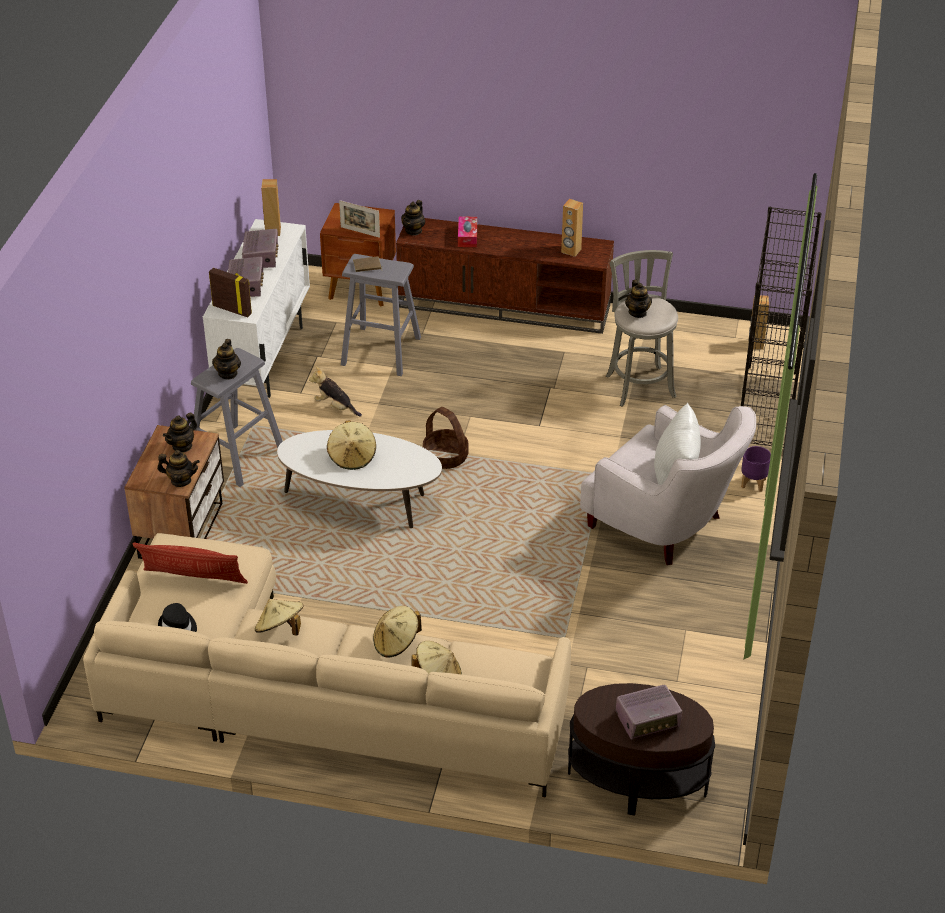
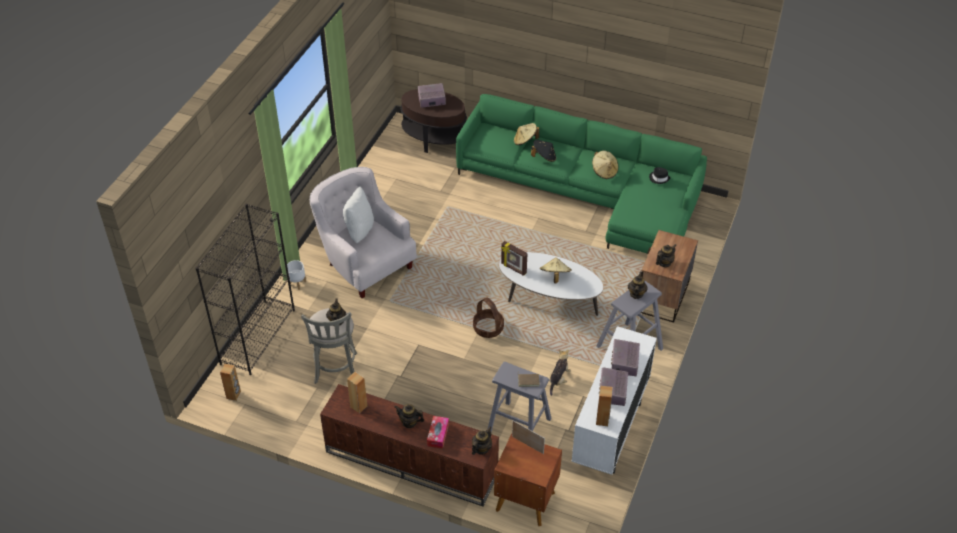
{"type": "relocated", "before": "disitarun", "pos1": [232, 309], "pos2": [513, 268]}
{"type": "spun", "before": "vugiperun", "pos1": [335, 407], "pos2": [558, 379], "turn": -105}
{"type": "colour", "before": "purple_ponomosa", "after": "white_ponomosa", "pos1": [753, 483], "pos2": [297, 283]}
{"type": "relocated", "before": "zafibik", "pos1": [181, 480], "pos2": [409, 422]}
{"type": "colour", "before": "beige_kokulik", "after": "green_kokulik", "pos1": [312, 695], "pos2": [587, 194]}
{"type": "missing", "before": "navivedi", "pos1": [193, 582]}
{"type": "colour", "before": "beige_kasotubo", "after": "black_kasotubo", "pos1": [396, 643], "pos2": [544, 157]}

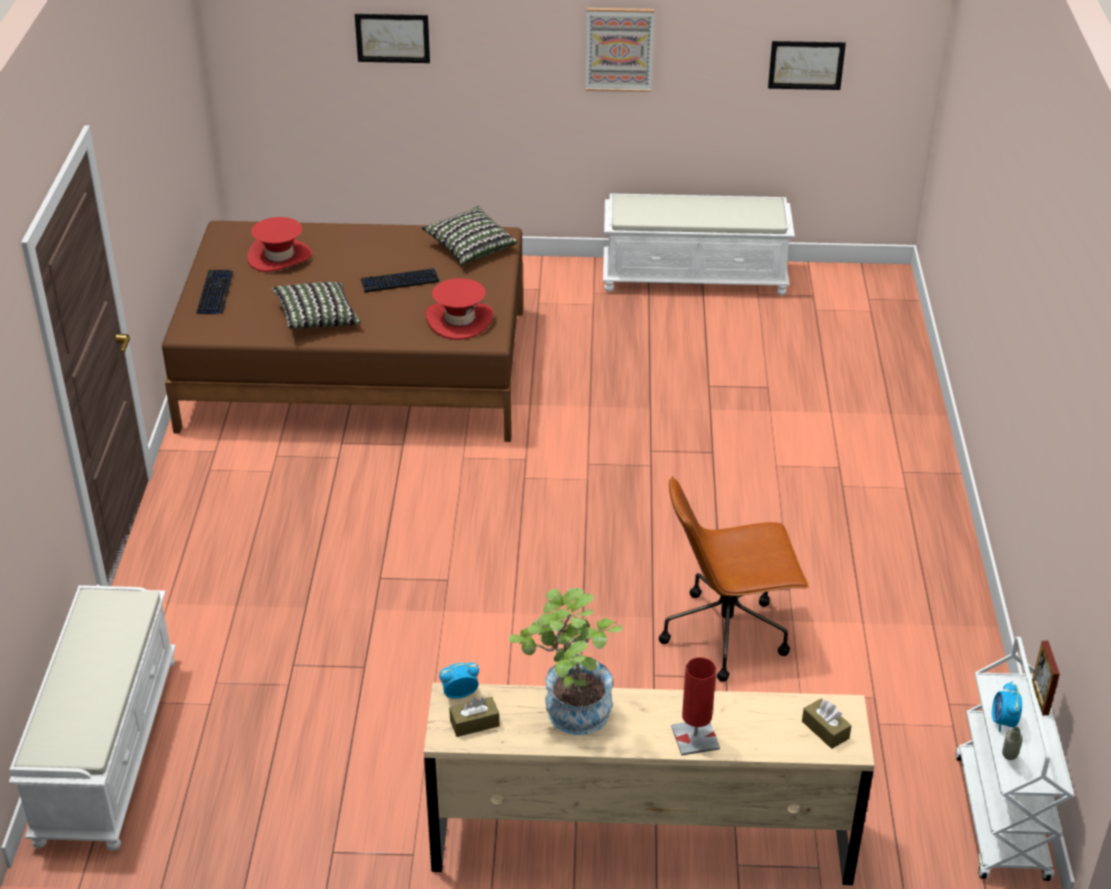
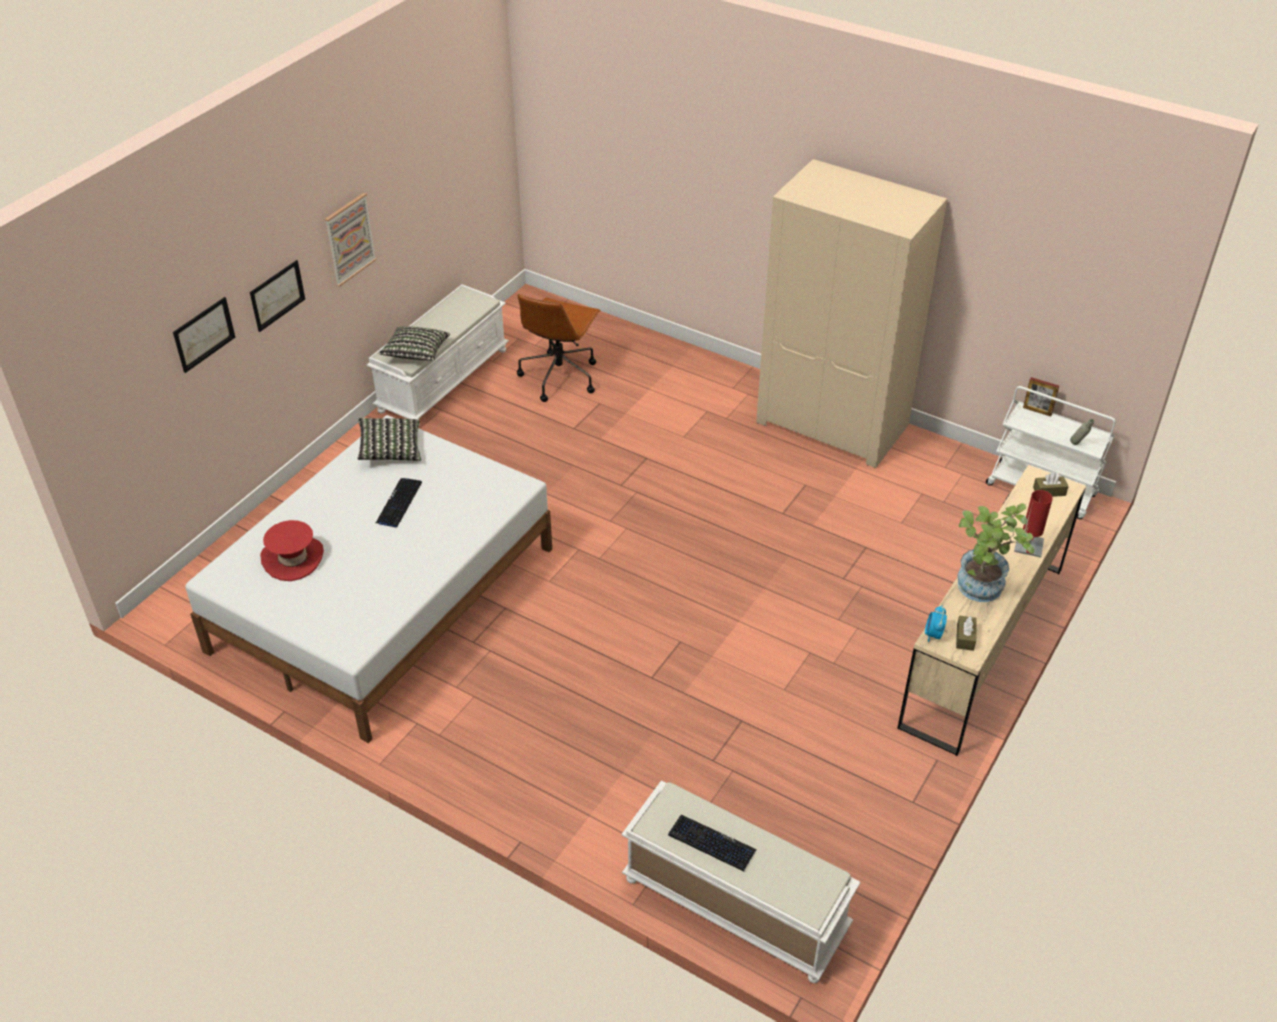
{"type": "relocated", "before": "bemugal", "pos1": [806, 65], "pos2": [277, 295]}
{"type": "colour", "before": "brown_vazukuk", "after": "white_vazukuk", "pos1": [357, 368], "pos2": [383, 598]}
{"type": "relocated", "before": "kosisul", "pos1": [215, 293], "pos2": [711, 843]}
{"type": "missing", "before": "red_kasotubo", "pos1": [459, 320]}
{"type": "relocated", "before": "navivedi", "pos1": [317, 318], "pos2": [416, 354]}
{"type": "relocated", "before": "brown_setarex", "pos1": [727, 633], "pos2": [559, 376]}
{"type": "missing", "before": "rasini", "pos1": [1003, 722]}
{"type": "appeared", "after": "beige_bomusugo", "pos2": [834, 424]}

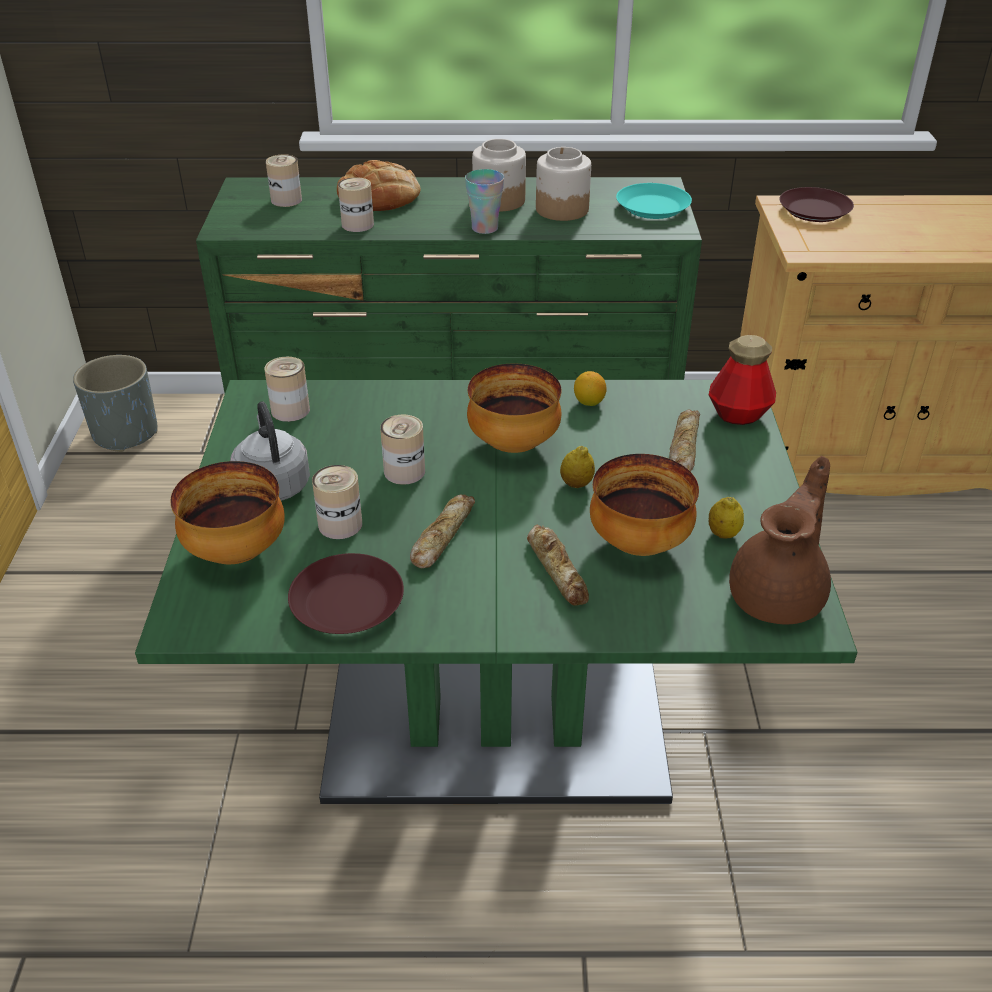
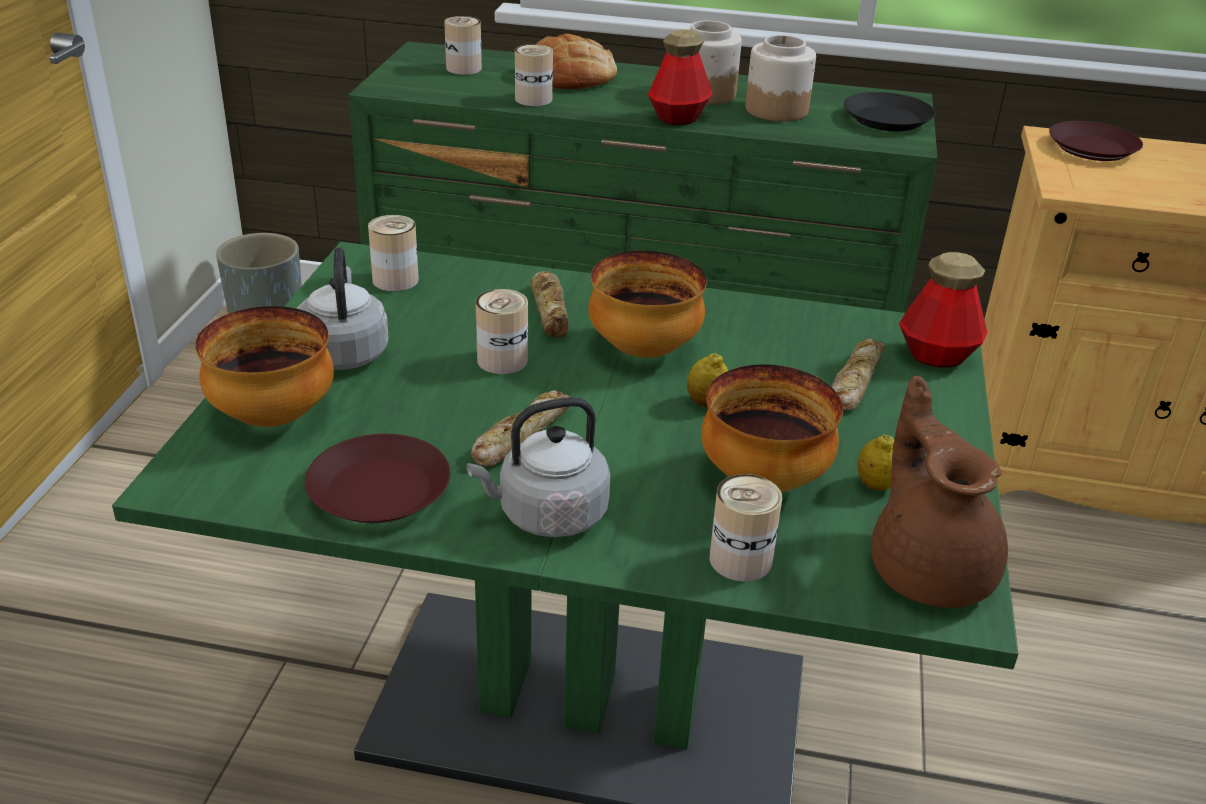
{"type": "exchanged", "before": "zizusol", "after": "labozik", "pos1": [484, 228], "pos2": [678, 118]}
{"type": "colour", "before": "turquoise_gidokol", "after": "black_gidokol", "pos1": [653, 208], "pos2": [887, 120]}
{"type": "missing", "before": "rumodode", "pos1": [589, 402]}
{"type": "spun", "before": "brown_zafibik", "pos1": [779, 595], "pos2": [929, 568], "turn": -60}
{"type": "relocated", "before": "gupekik", "pos1": [340, 524], "pos2": [740, 560]}
{"type": "relocated", "before": "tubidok", "pos1": [558, 570], "pos2": [551, 311]}
{"type": "appeared", "after": "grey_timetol", "pos2": [547, 515]}

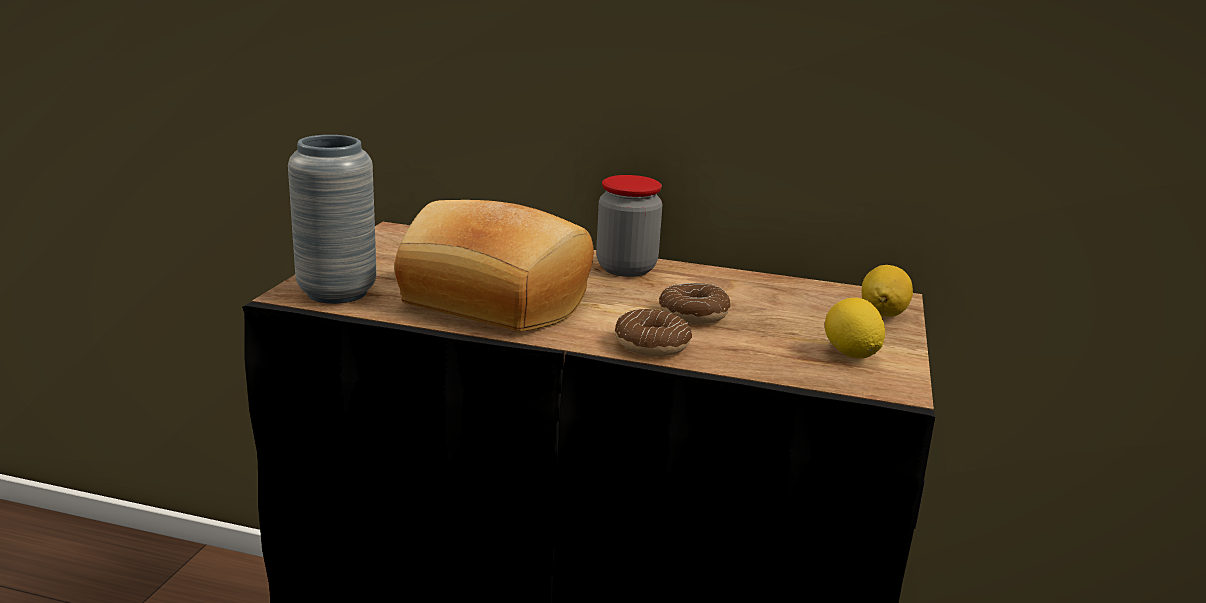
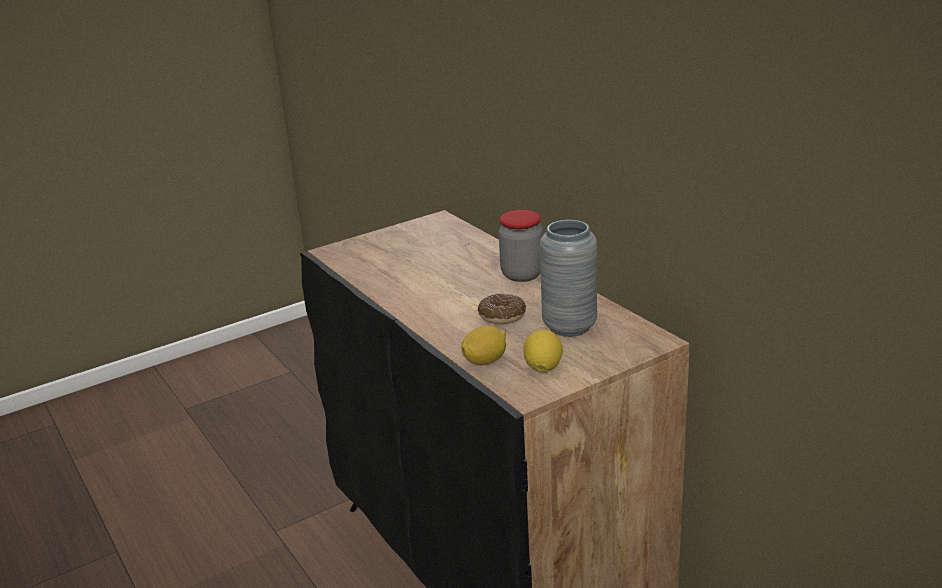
{"type": "relocated", "before": "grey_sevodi", "pos1": [337, 293], "pos2": [569, 326]}
{"type": "missing", "before": "tubidok", "pos1": [494, 302]}
{"type": "relocated", "before": "rumodode", "pos1": [883, 313], "pos2": [485, 361]}
{"type": "missing", "before": "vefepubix", "pos1": [652, 345]}

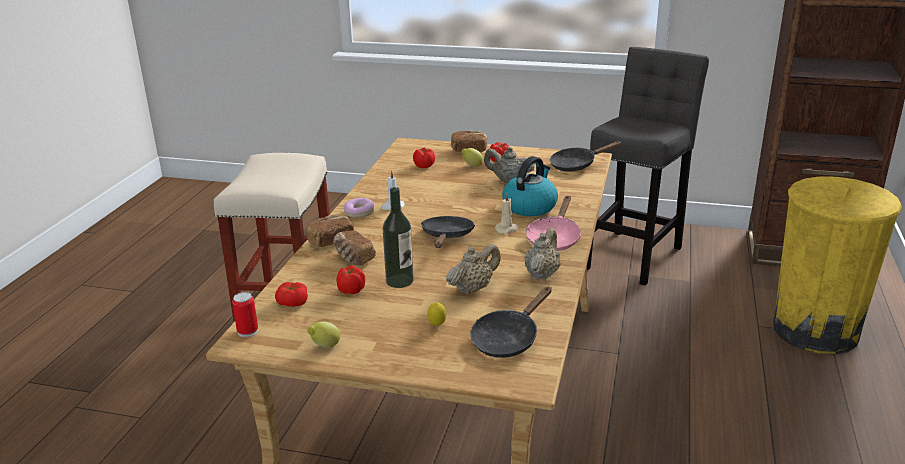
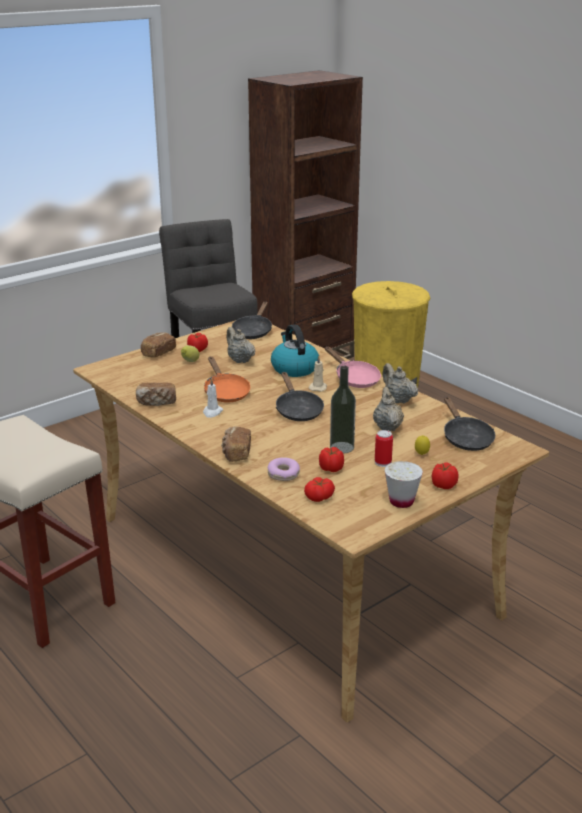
{"type": "spun", "before": "beige_zafibik", "pos1": [508, 181], "pos2": [239, 360], "turn": 90}
{"type": "relocated", "before": "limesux", "pos1": [424, 166], "pos2": [443, 485]}
{"type": "relocated", "before": "vefepubix", "pos1": [359, 212], "pos2": [283, 474]}
{"type": "spun", "before": "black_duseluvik", "pos1": [447, 237], "pos2": [297, 410], "turn": -150}
{"type": "relocated", "before": "tubidok", "pos1": [353, 258], "pos2": [156, 403]}
{"type": "relocated", "before": "gupekik", "pos1": [247, 331], "pos2": [383, 462]}
{"type": "exchanged", "before": "rumodode", "after": "white_zizusol", "pos1": [325, 346], "pos2": [401, 501]}
{"type": "appeared", "after": "orange_duseluvik", "pos2": [225, 392]}

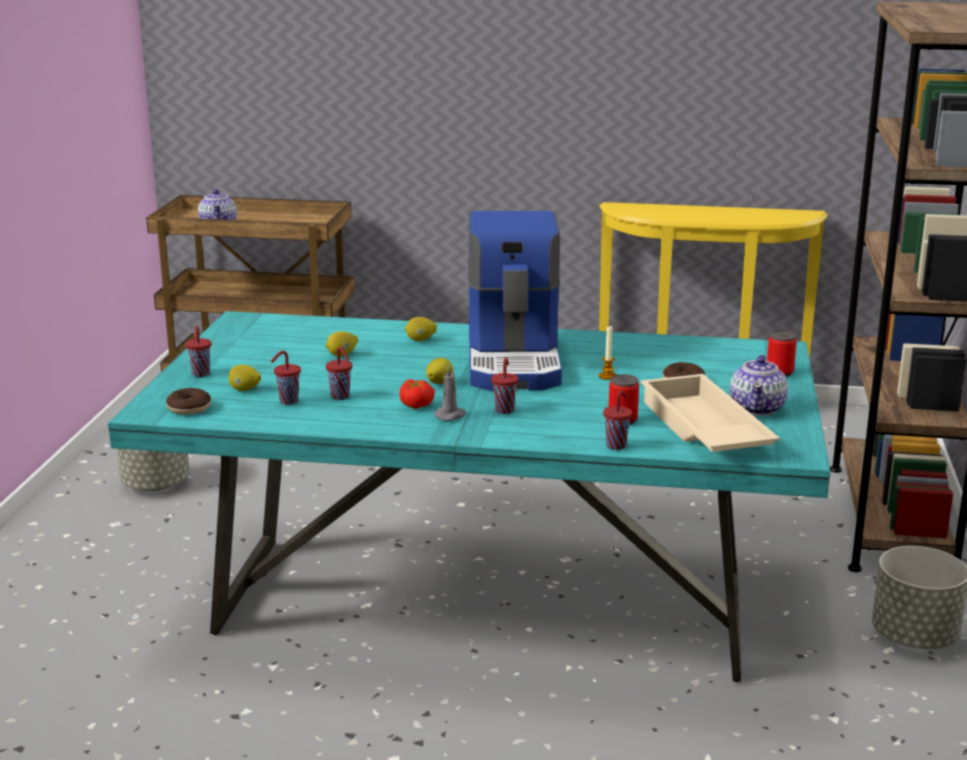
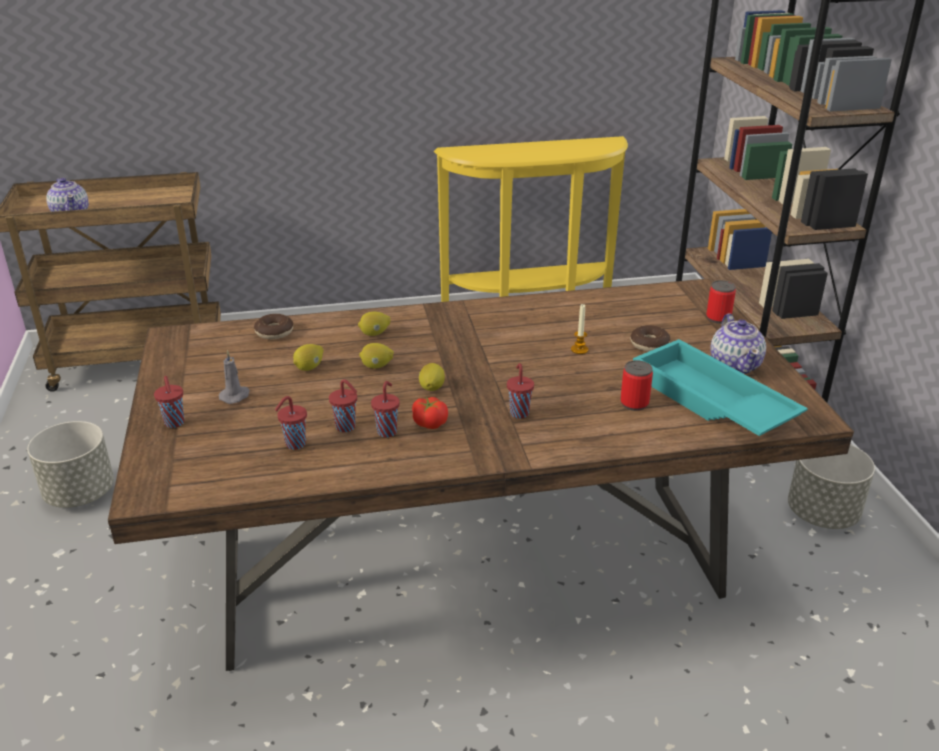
{"type": "missing", "before": "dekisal", "pos1": [515, 361]}
{"type": "colour", "before": "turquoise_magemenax", "after": "brown_magemenax", "pos1": [485, 607], "pos2": [471, 569]}
{"type": "relocated", "before": "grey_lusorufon", "pos1": [451, 416], "pos2": [235, 396]}
{"type": "relocated", "before": "rumodode", "pos1": [244, 390], "pos2": [376, 366]}
{"type": "colour", "before": "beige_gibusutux", "after": "turquoise_gibusutux", "pos1": [701, 429], "pos2": [710, 401]}
{"type": "relocated", "before": "vefepubix", "pos1": [189, 408], "pos2": [274, 332]}
{"type": "relocated", "before": "red_zizusol", "pos1": [617, 445], "pos2": [387, 431]}

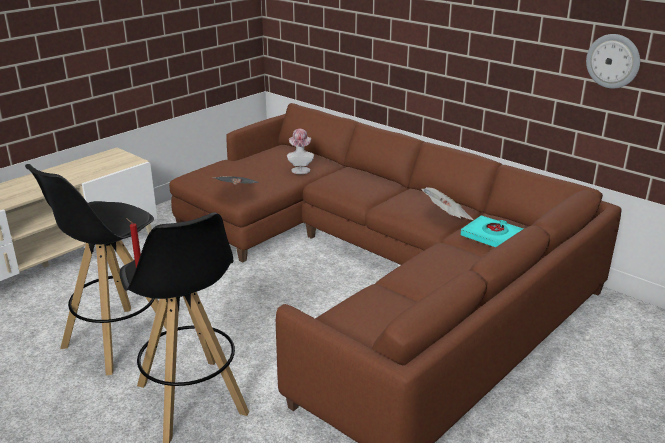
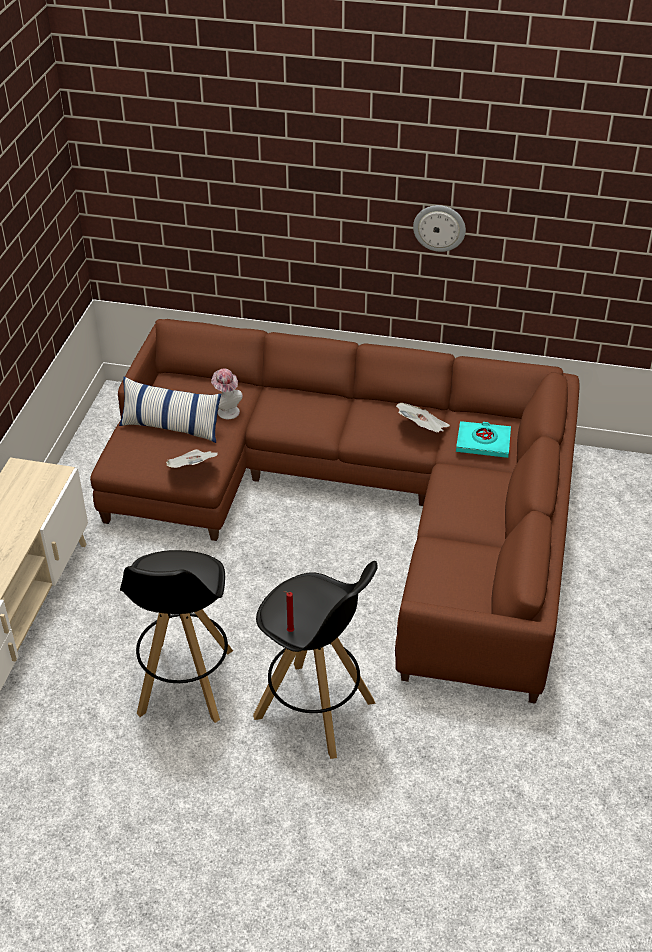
{"type": "relocated", "before": "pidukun", "pos1": [613, 61], "pos2": [439, 227]}
{"type": "appeared", "after": "navivedi", "pos2": [171, 427]}

